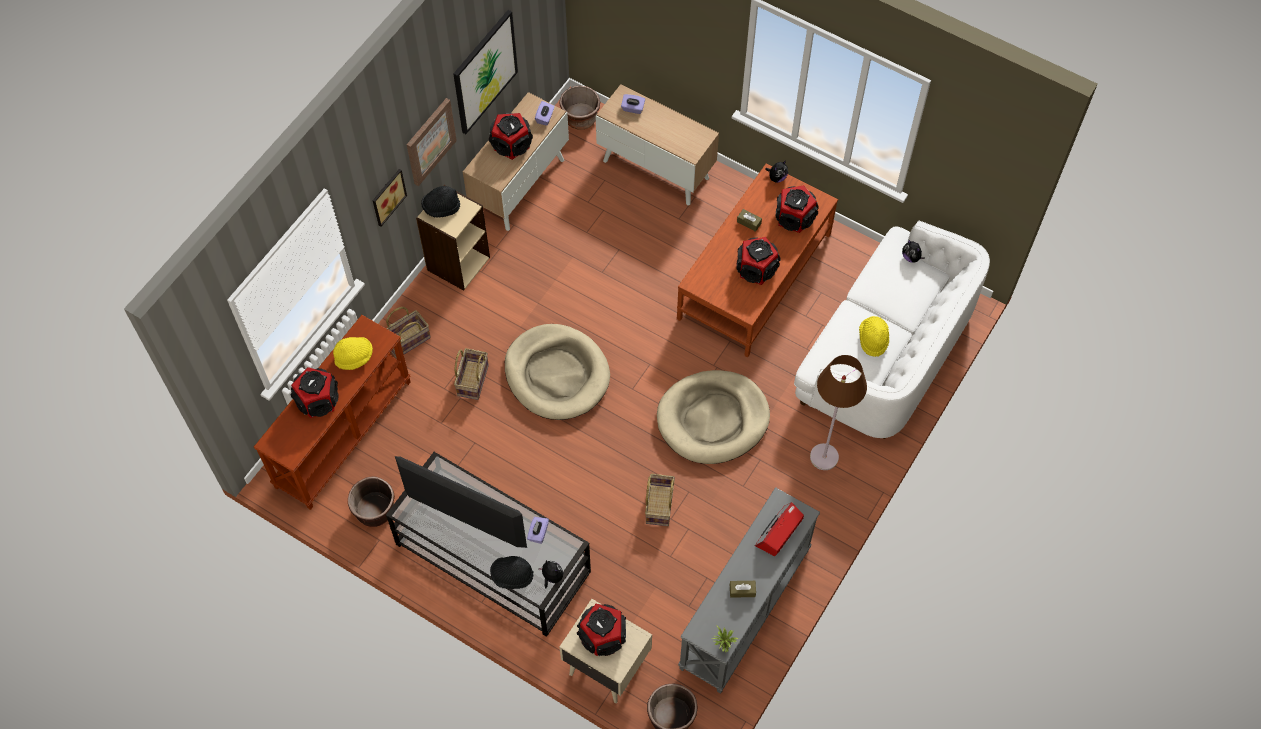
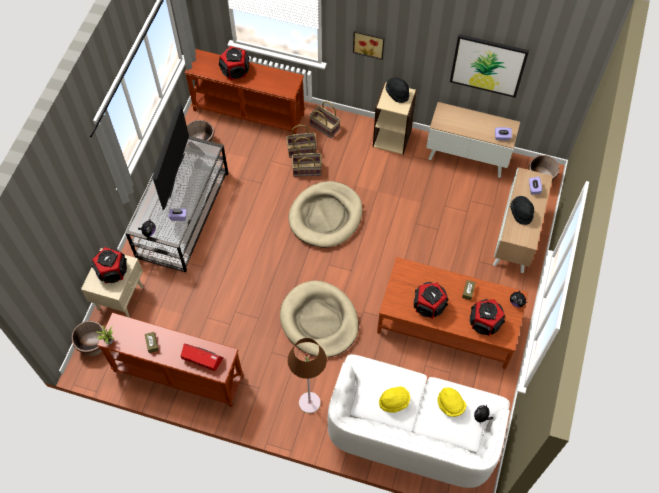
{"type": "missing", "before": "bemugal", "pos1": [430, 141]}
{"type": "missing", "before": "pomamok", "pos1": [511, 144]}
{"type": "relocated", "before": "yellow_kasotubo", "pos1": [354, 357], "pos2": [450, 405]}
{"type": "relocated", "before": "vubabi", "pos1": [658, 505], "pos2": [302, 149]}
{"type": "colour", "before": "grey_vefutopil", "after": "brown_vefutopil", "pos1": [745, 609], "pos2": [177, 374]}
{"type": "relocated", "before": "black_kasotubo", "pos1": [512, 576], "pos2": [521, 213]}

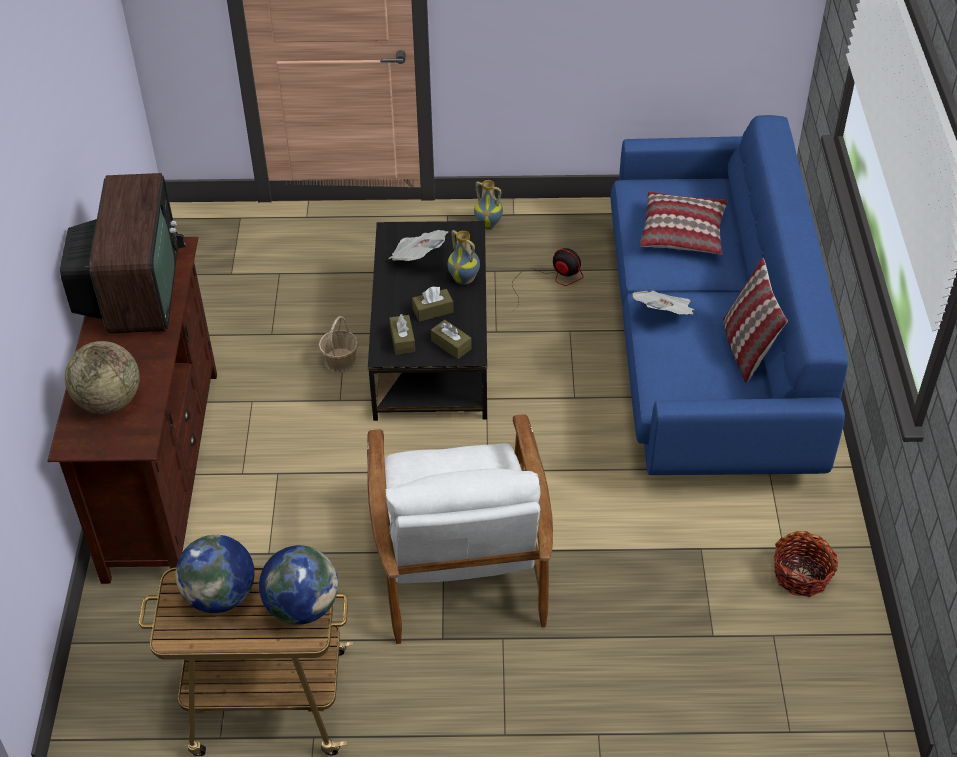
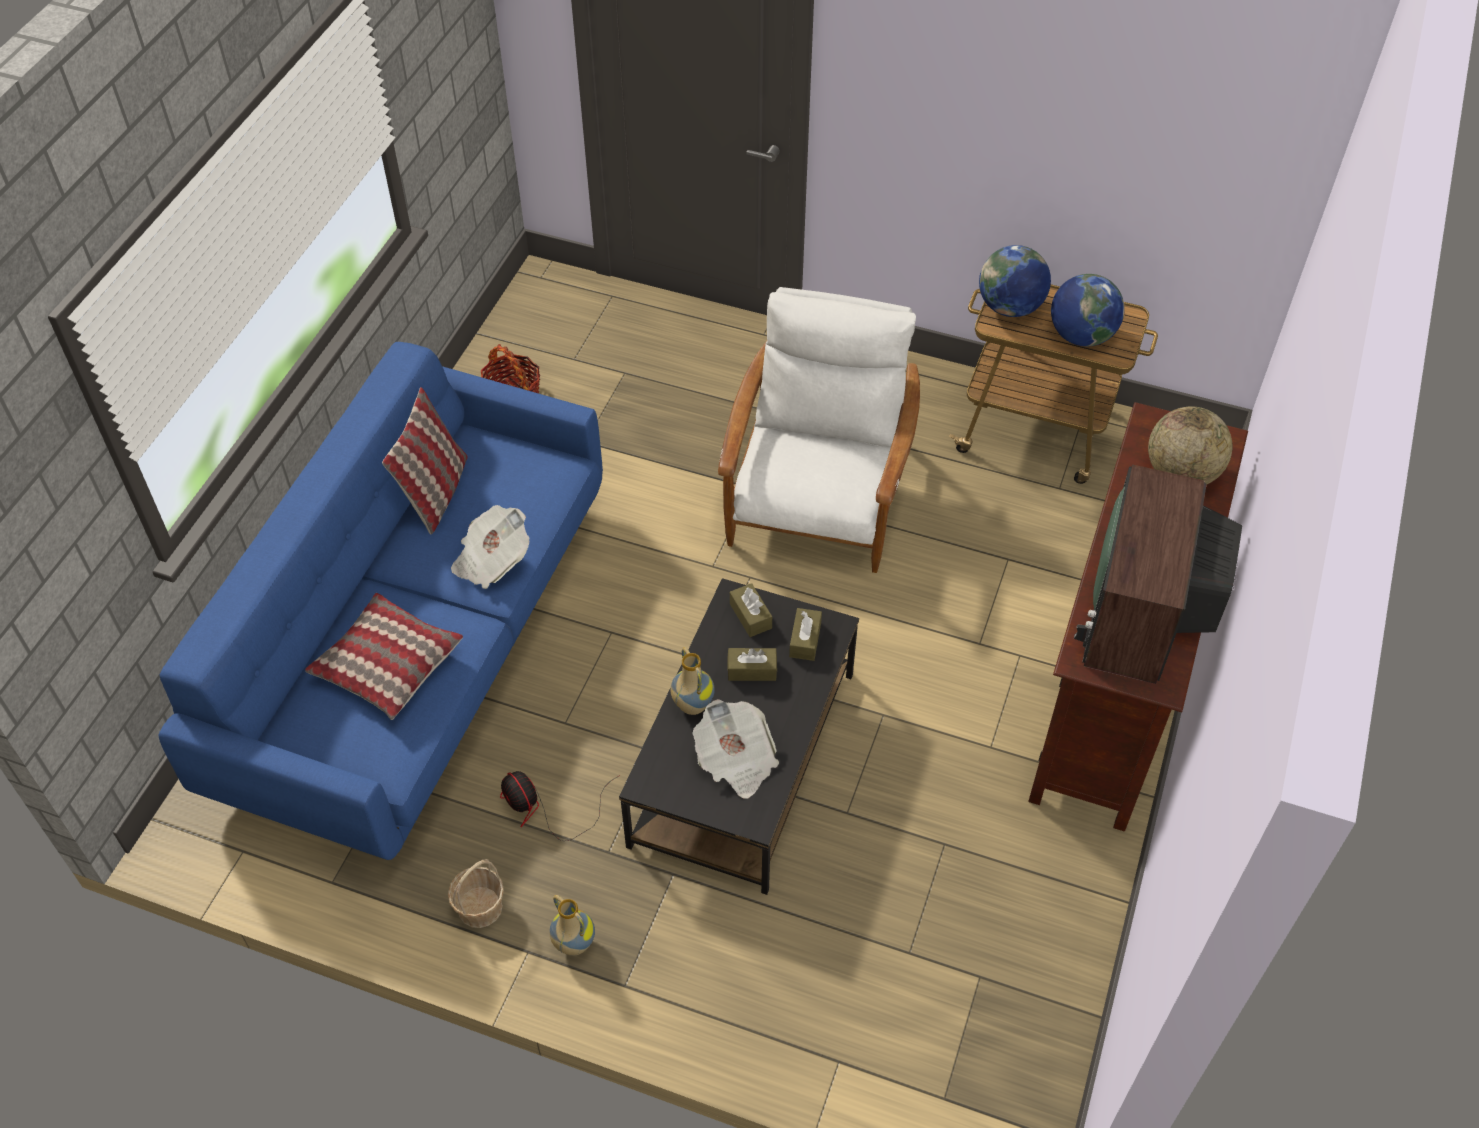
{"type": "relocated", "before": "vubabi", "pos1": [340, 361], "pos2": [479, 907]}

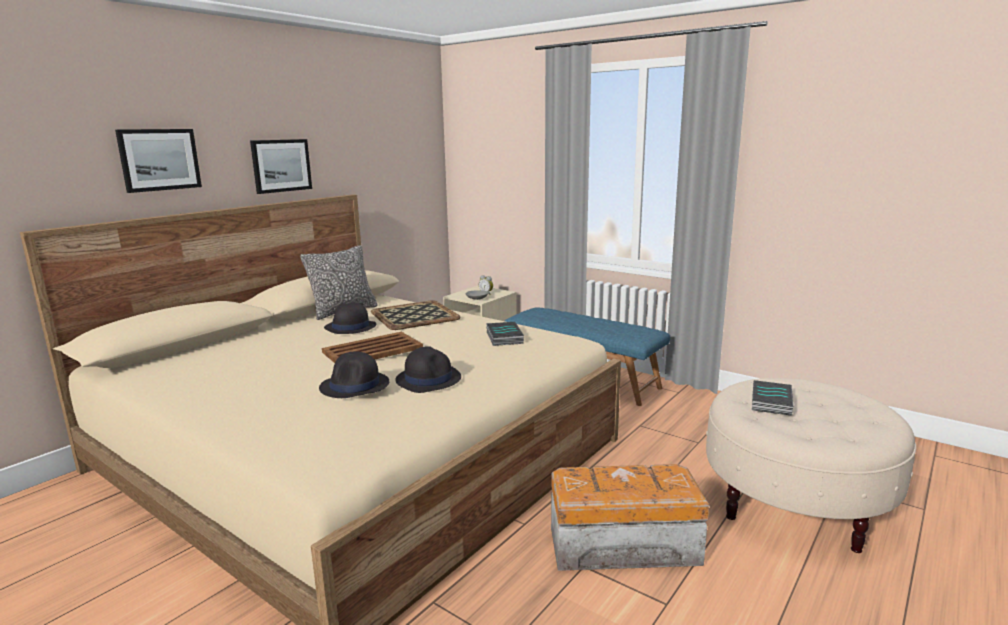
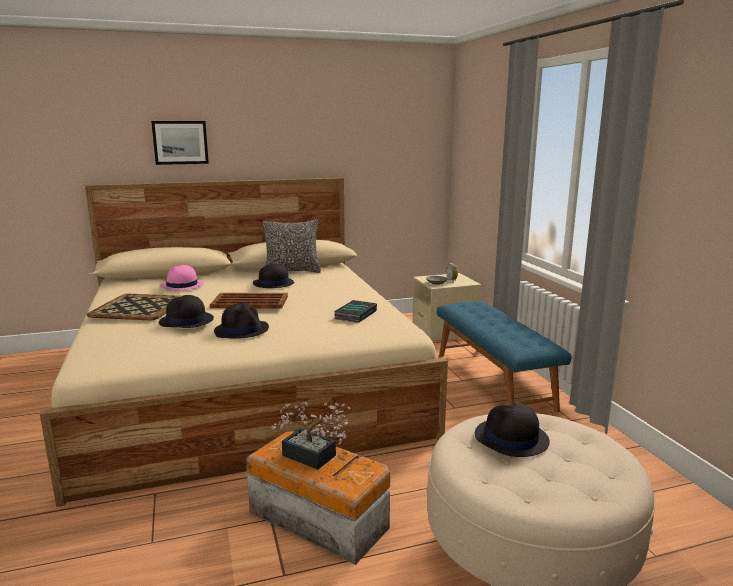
{"type": "missing", "before": "bemugal", "pos1": [281, 165]}
{"type": "relocated", "before": "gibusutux", "pos1": [414, 315], "pos2": [138, 307]}
{"type": "exchanged", "before": "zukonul", "after": "black_kasotubo", "pos1": [772, 402], "pos2": [511, 439]}
{"type": "appeared", "after": "pink_kasotubo", "pos2": [181, 286]}
{"type": "appeared", "after": "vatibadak", "pos2": [313, 457]}

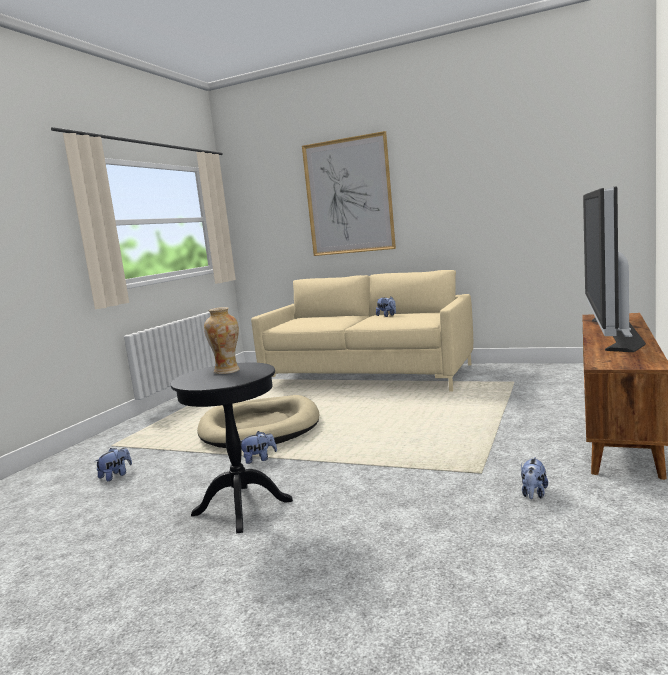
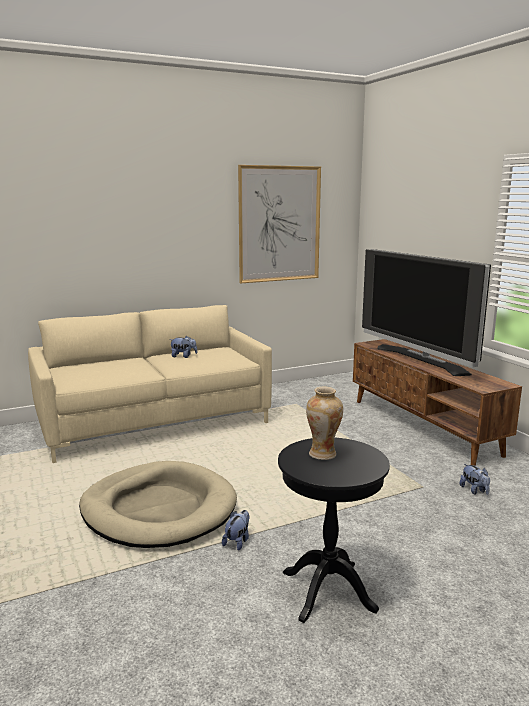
{"type": "relocated", "before": "bemugal", "pos1": [348, 196], "pos2": [279, 224]}
{"type": "missing", "before": "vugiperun", "pos1": [116, 475]}

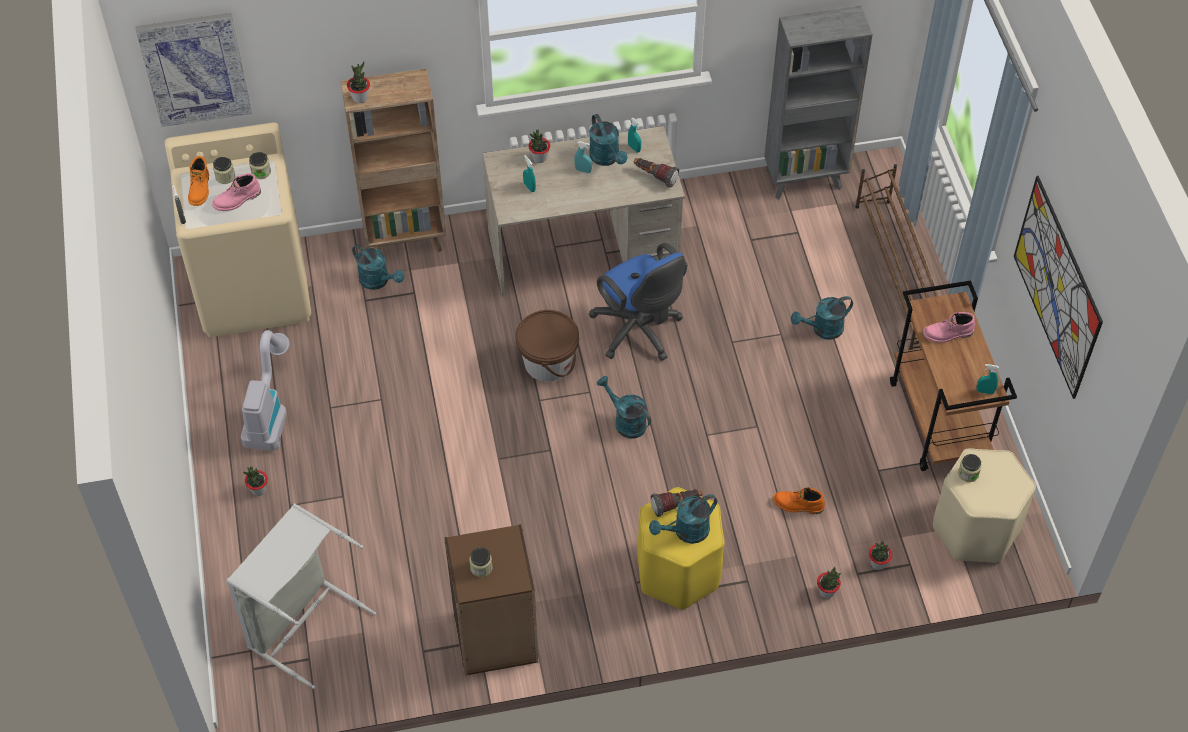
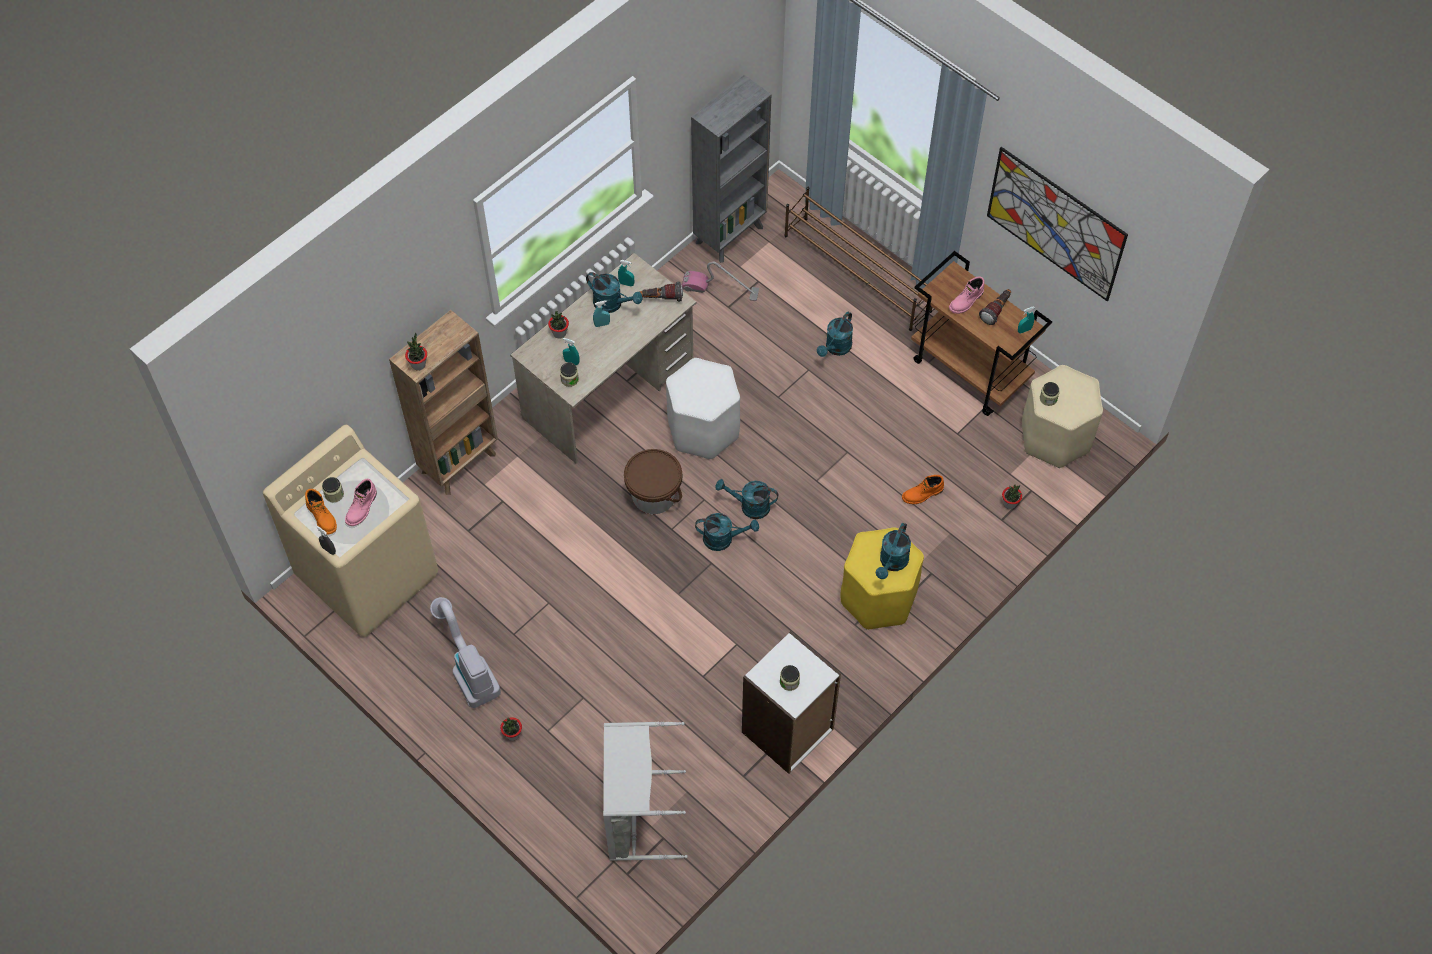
{"type": "missing", "before": "bemugal", "pos1": [195, 68]}
{"type": "relocated", "before": "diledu", "pos1": [261, 172], "pos2": [569, 379]}
{"type": "exchanged", "before": "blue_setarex", "after": "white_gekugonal", "pos1": [639, 332], "pos2": [703, 430]}
{"type": "relocated", "before": "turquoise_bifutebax", "pos1": [378, 281], "pos2": [723, 539]}
{"type": "relocated", "before": "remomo", "pos1": [676, 505], "pos2": [996, 310]}
{"type": "colour", "before": "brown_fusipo", "after": "white_fusipo", "pos1": [495, 638], "pos2": [788, 731]}
{"type": "missing", "before": "vatibadak", "pos1": [826, 592]}
{"type": "appeared", "after": "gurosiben", "pos2": [720, 289]}

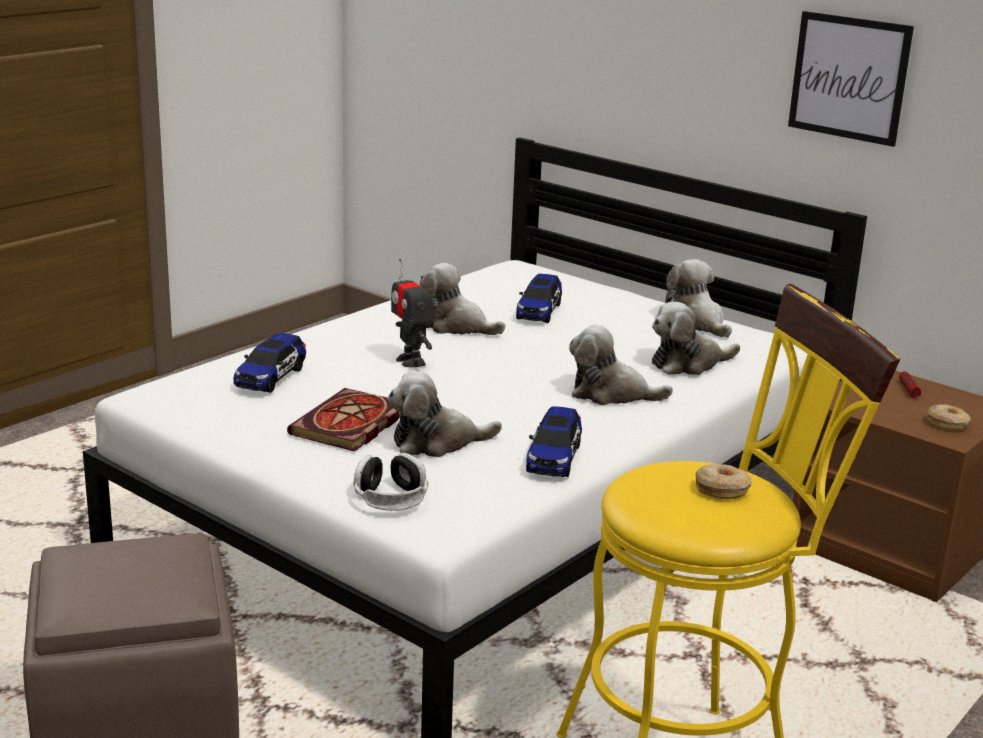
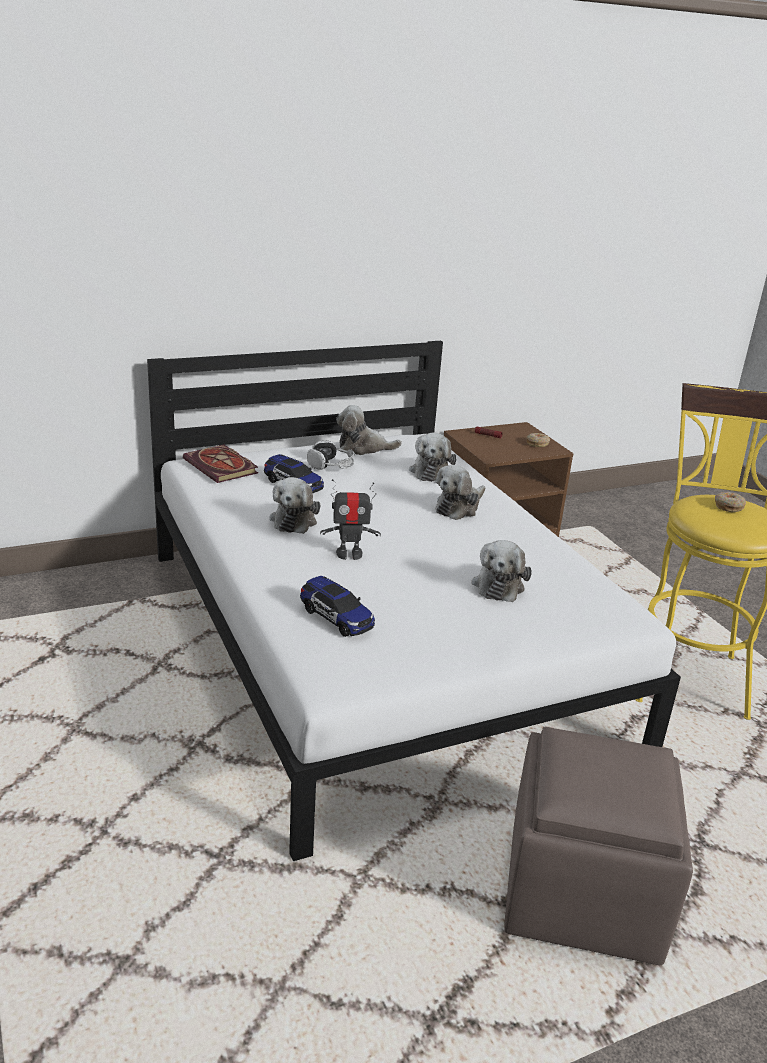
{"type": "missing", "before": "bemugal", "pos1": [849, 78]}
{"type": "spun", "before": "vugiperun", "pos1": [456, 326], "pos2": [294, 519], "turn": -45}
{"type": "relocated", "before": "zukonul", "pos1": [349, 426], "pos2": [222, 467]}
{"type": "missing", "before": "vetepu", "pos1": [554, 458]}
{"type": "relocated", "before": "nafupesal", "pos1": [390, 498], "pos2": [331, 465]}

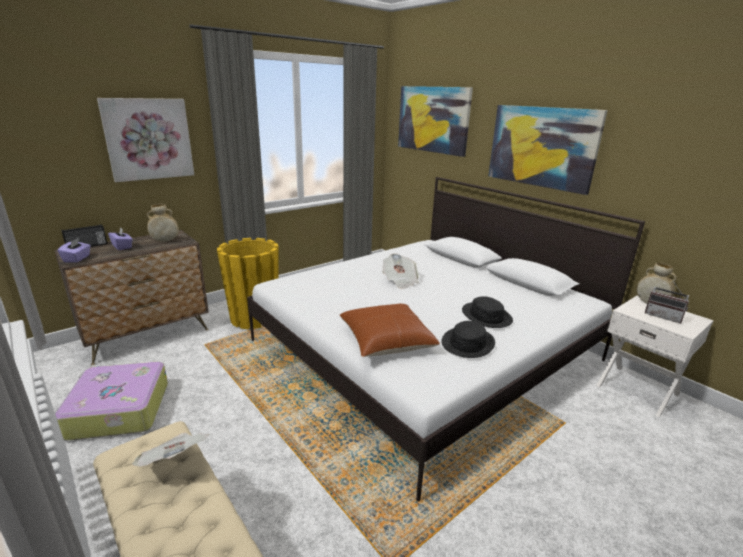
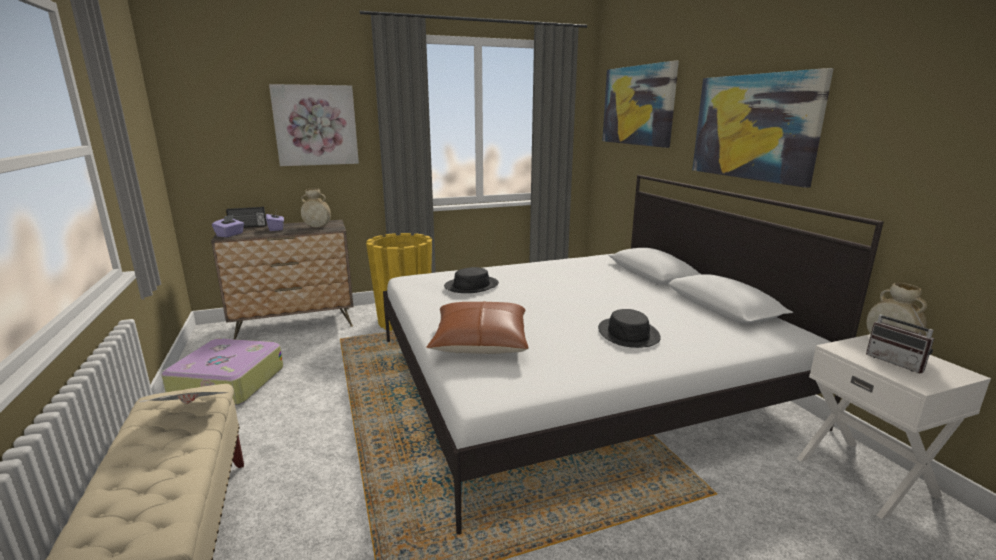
{"type": "missing", "before": "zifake", "pos1": [400, 281]}
{"type": "relocated", "before": "black_kasotubo", "pos1": [467, 343], "pos2": [471, 285]}

